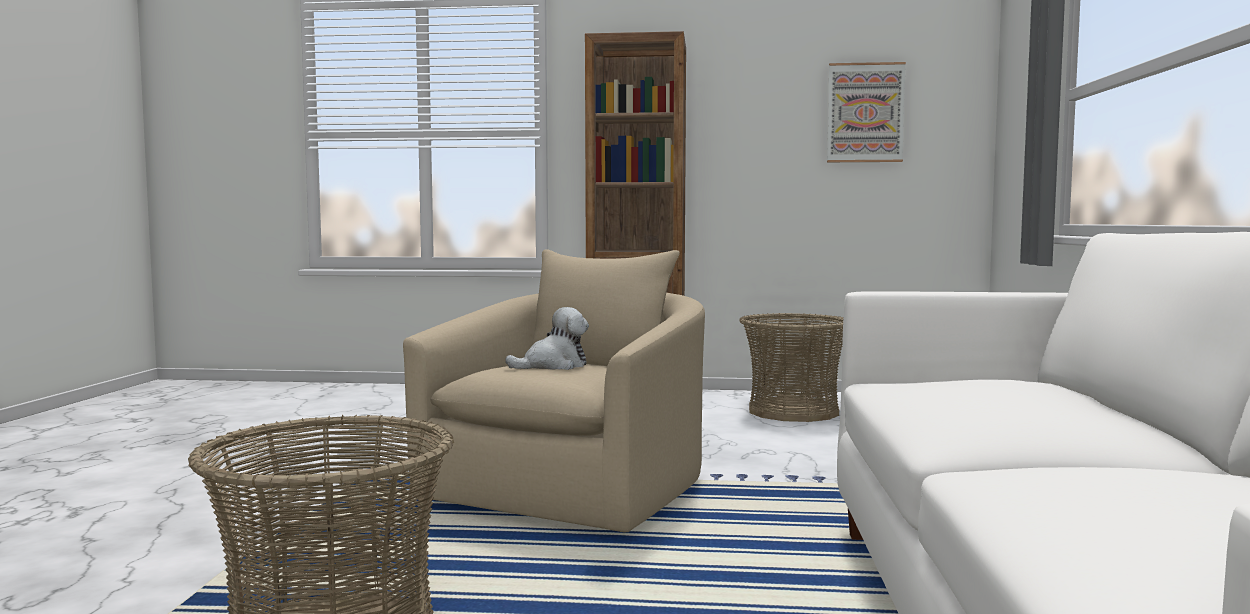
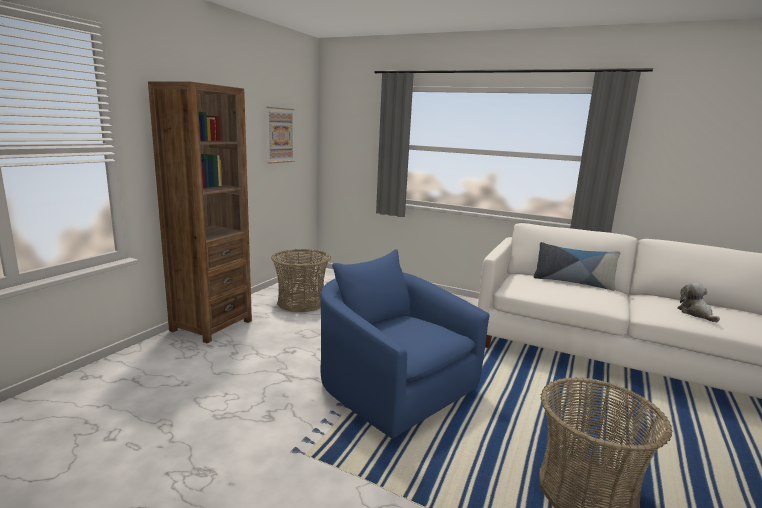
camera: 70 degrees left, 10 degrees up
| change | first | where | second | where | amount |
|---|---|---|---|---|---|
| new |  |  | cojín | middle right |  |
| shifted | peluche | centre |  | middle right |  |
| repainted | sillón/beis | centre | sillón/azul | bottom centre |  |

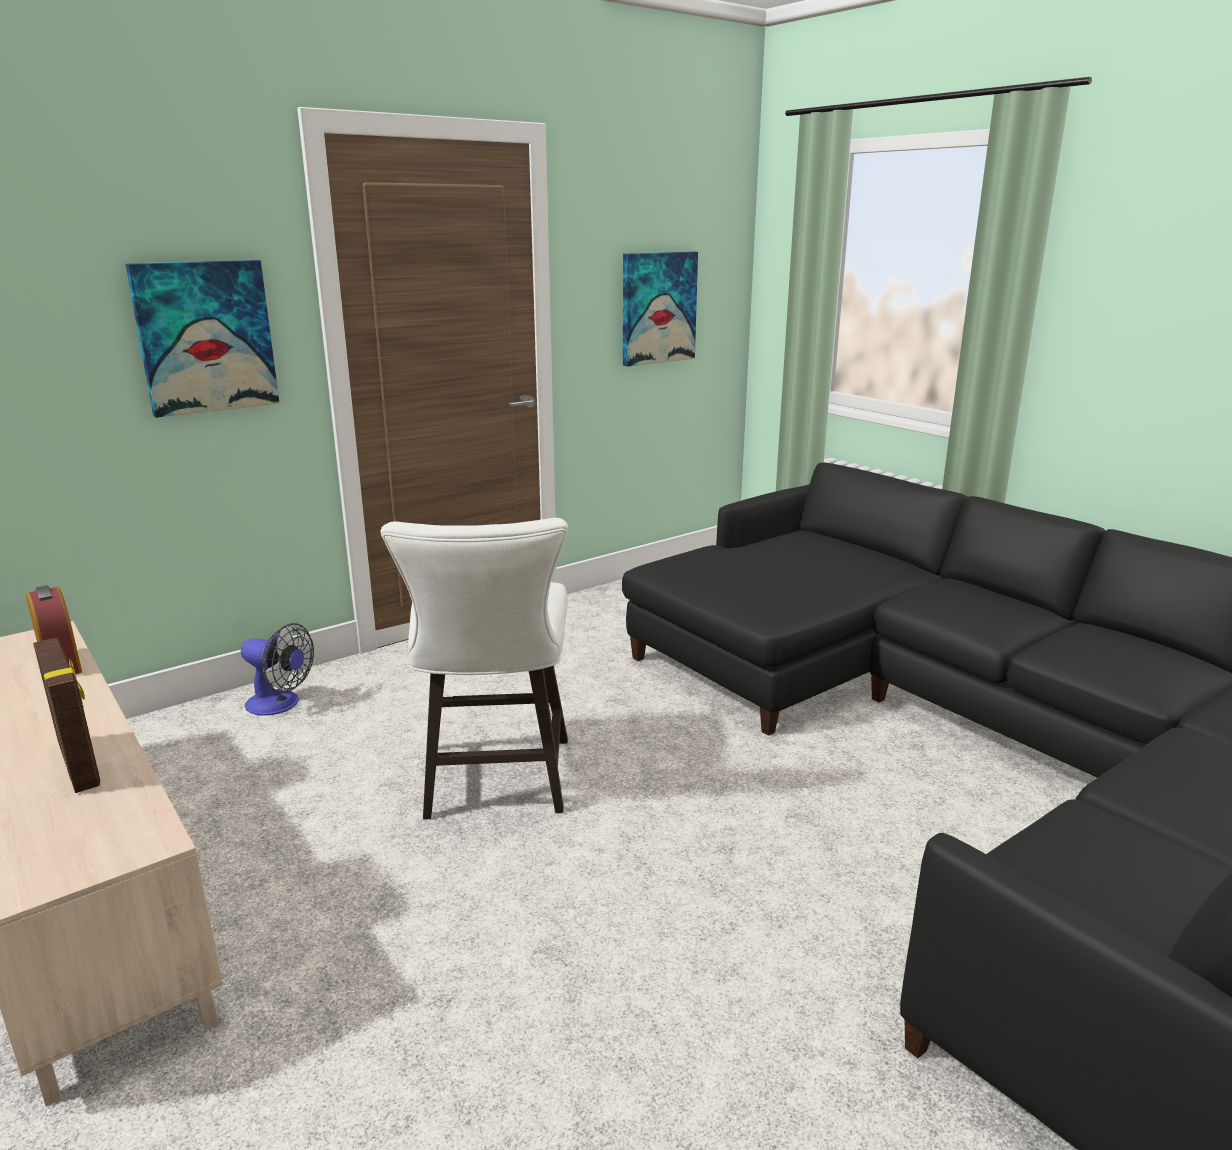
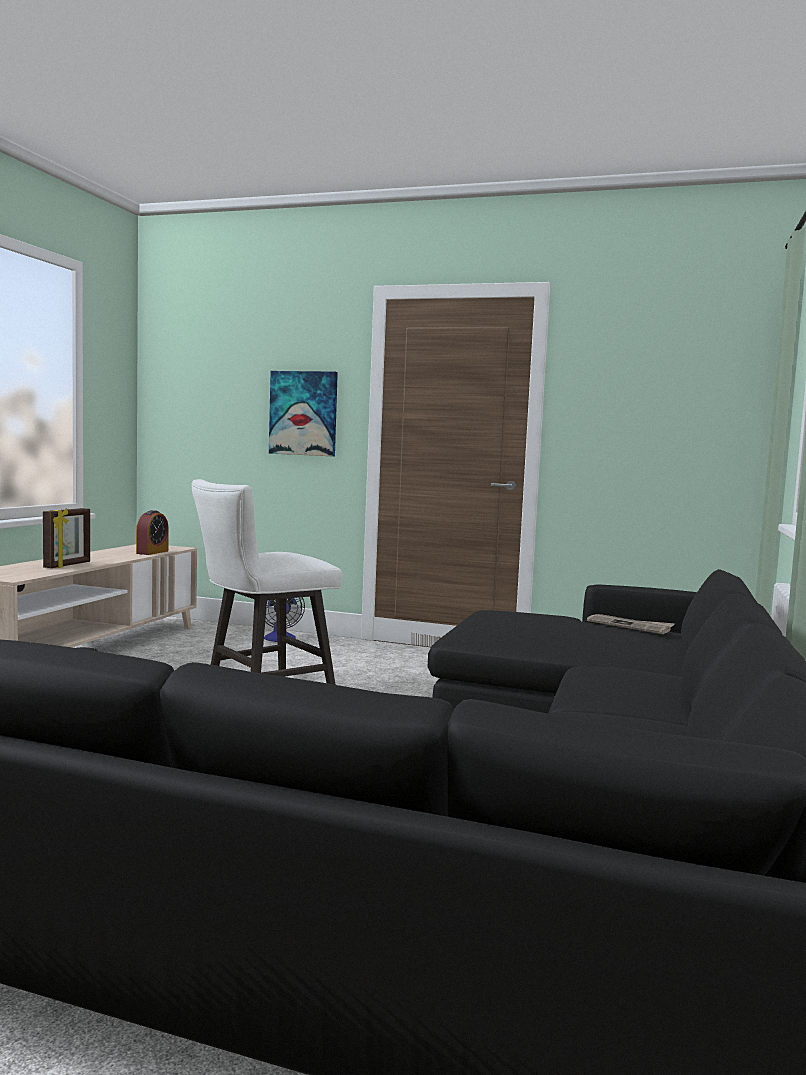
camera: 55 degrees right, 15 degrees down
| change | first | where | second | where | amount |
|---|---|---|---|---|---|
| gone | cuadro (no. 2 from left) | top centre |  |  |  |
| new |  |  | periódico | middle right |  |

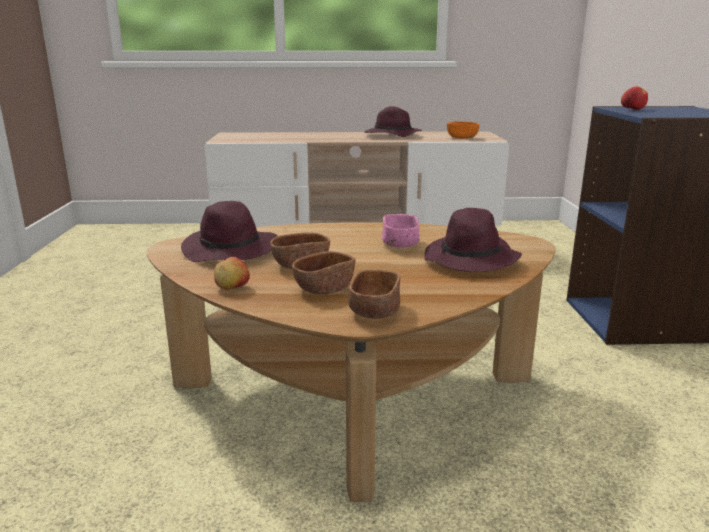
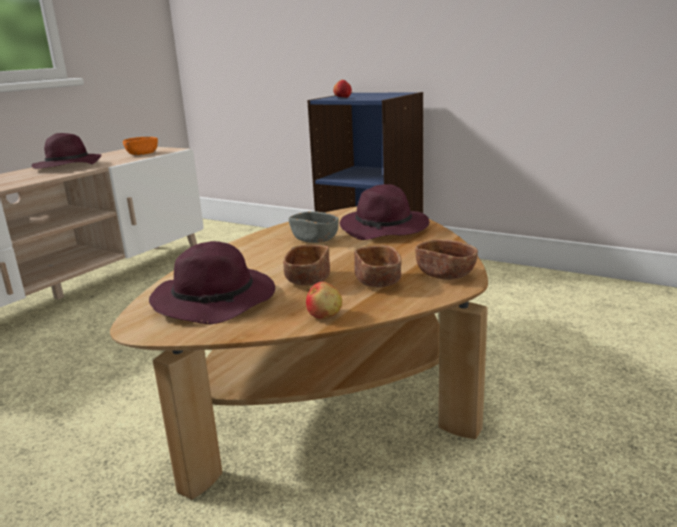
camera: 55 degrees left, 0 degrees up
| change | first | where | second | where | amount |
|---|---|---|---|---|---|
| repainted | cuenco/rosa | centre | cuenco/gris | centre |  |

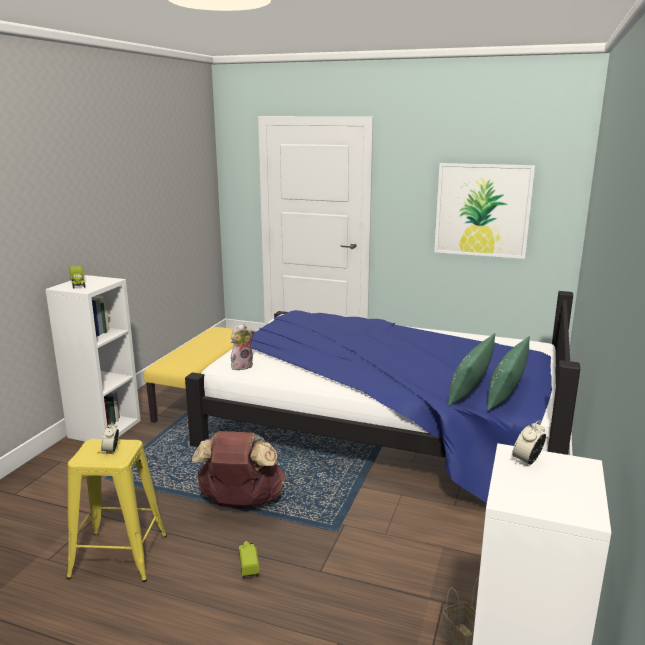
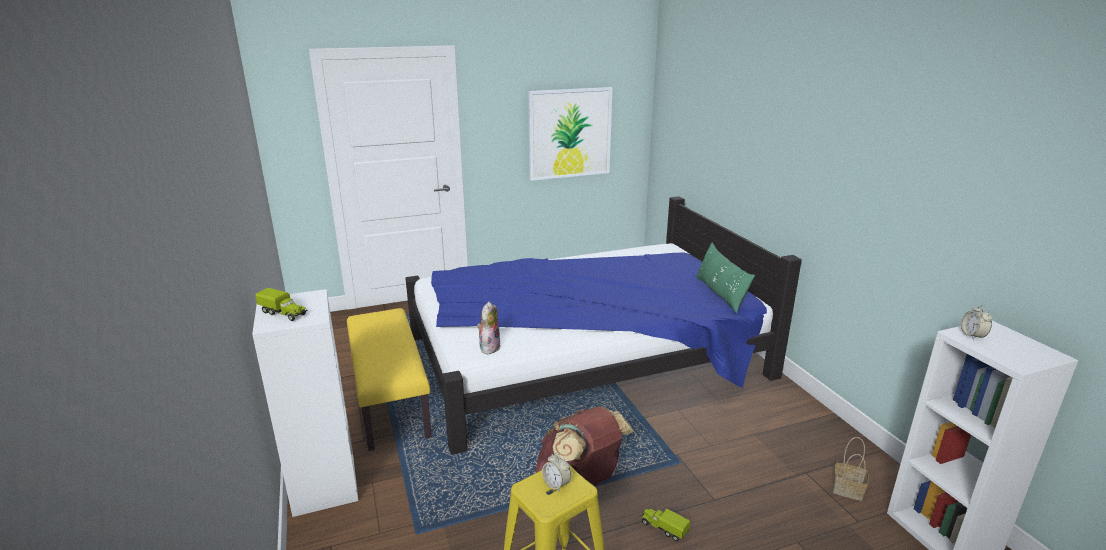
camera: 40 degrees left, 5 degrees up
| change | first | where | second | where | amount |
|---|---|---|---|---|---|
| gone | cojín/verde (no. 1 from left) | middle right |  |  |  |

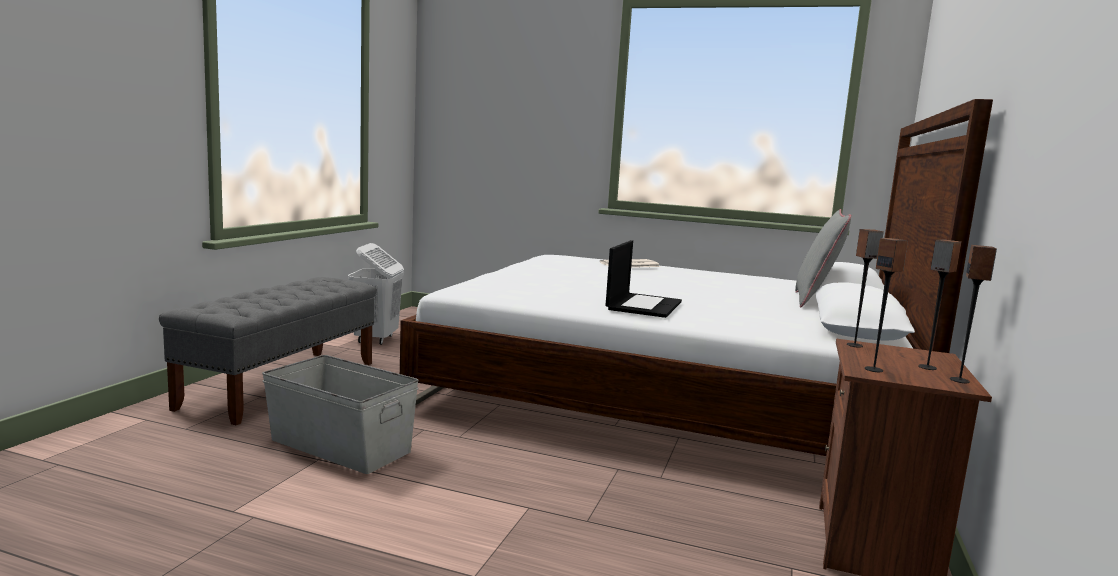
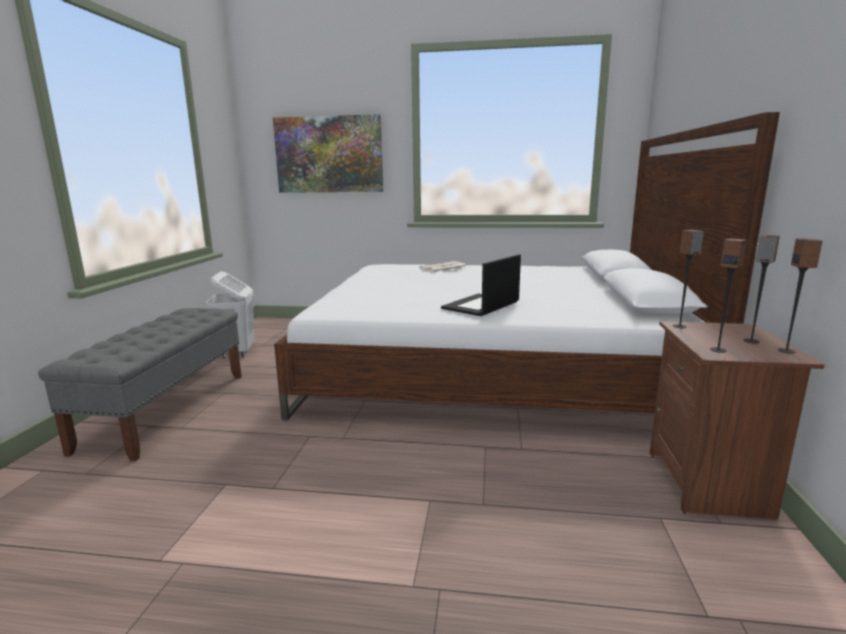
camera: 10 degrees left, 5 degrees up
| change | first | where | second | where | amount |
|---|---|---|---|---|---|
| gone | caja de almacenaje/gris | bottom left |  |  |  |
| gone | cojín/gris | middle right |  |  |  |
| new |  |  | cuadro | top centre |  |
| rotated | portátil | centre |  | centre | 150 degrees counterclockwise |

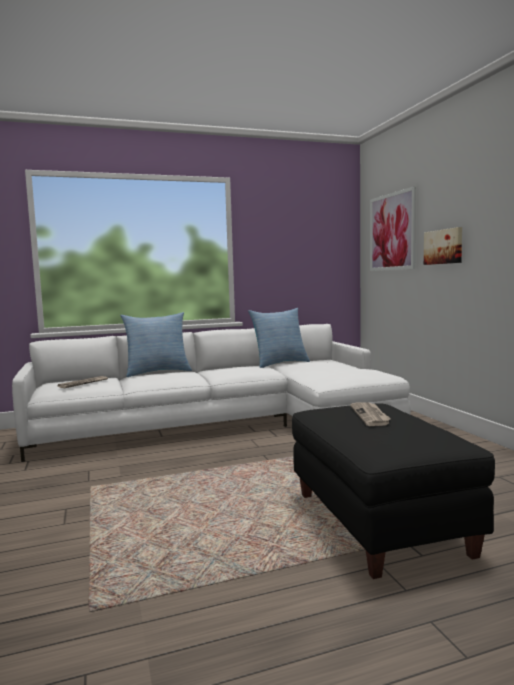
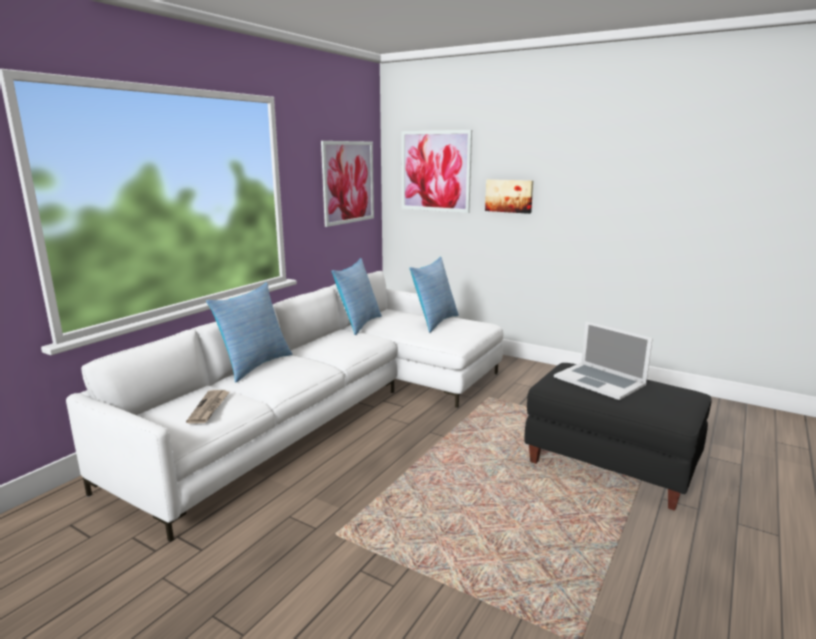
camera: 40 degrees left, 10 degrees up
| change | first | where | second | where | amount |
|---|---|---|---|---|---|
| new |  |  | cuadro (no. 1 from left) | top centre |  |
| new |  |  | cojín (no. 3 from left) | centre |  |
| swapped | periódico (no. 2 from left) | middle right | portátil | middle right |  |

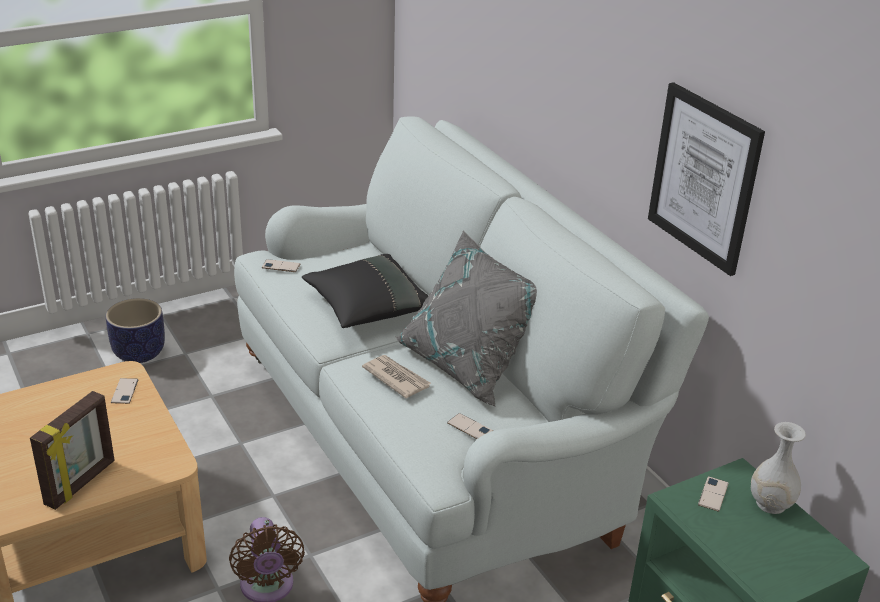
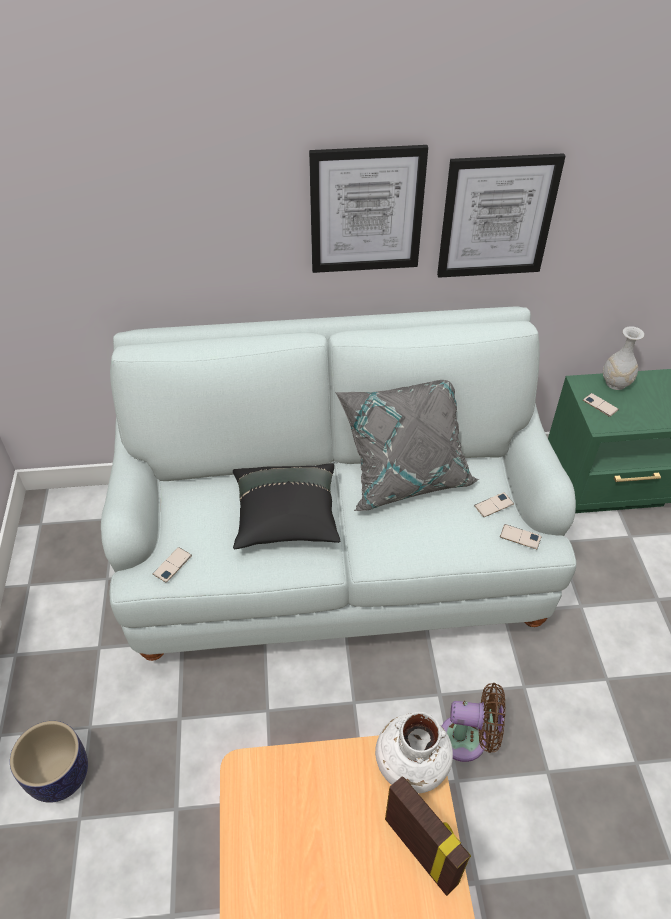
camera: 65 degrees left, 15 degrees up
| change | first | where | second | where | amount |
|---|---|---|---|---|---|
| gone | periódico | centre |  |  |  |
| new |  |  | cuadro (no. 1 from left) | top centre |  |
| new |  |  | florero/blanco (no. 1 from left) | bottom centre |  |
| shifted | móvil (no. 1 from left in the first image) | middle left | móvil (no. 3 from left) | middle right |  |

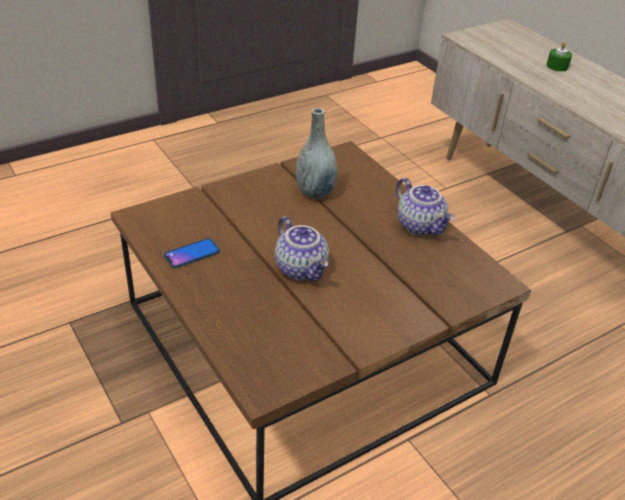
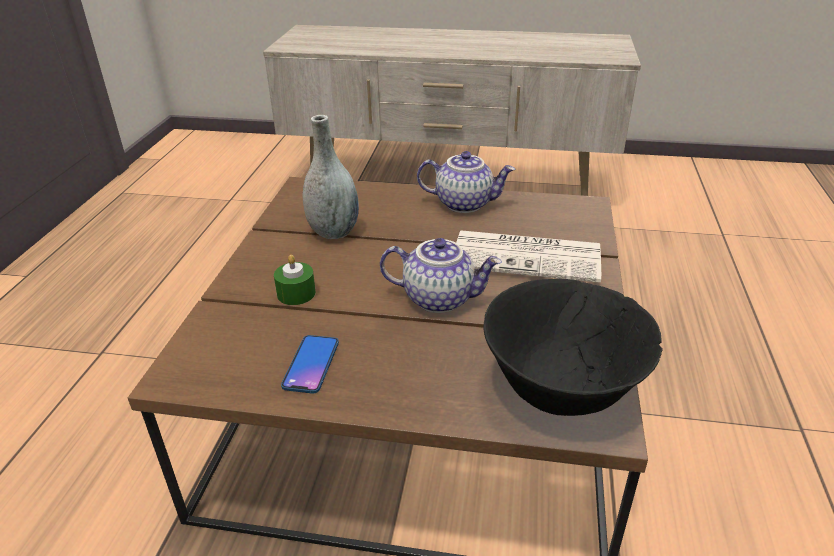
camera: 45 degrees left, 5 degrees down
| change | first | where | second | where | amount |
|---|---|---|---|---|---|
| new |  |  | periódico | centre |  |
| new |  |  | cuenco/negro | middle right |  |
| shifted | vela/verde | top right |  | centre |  |

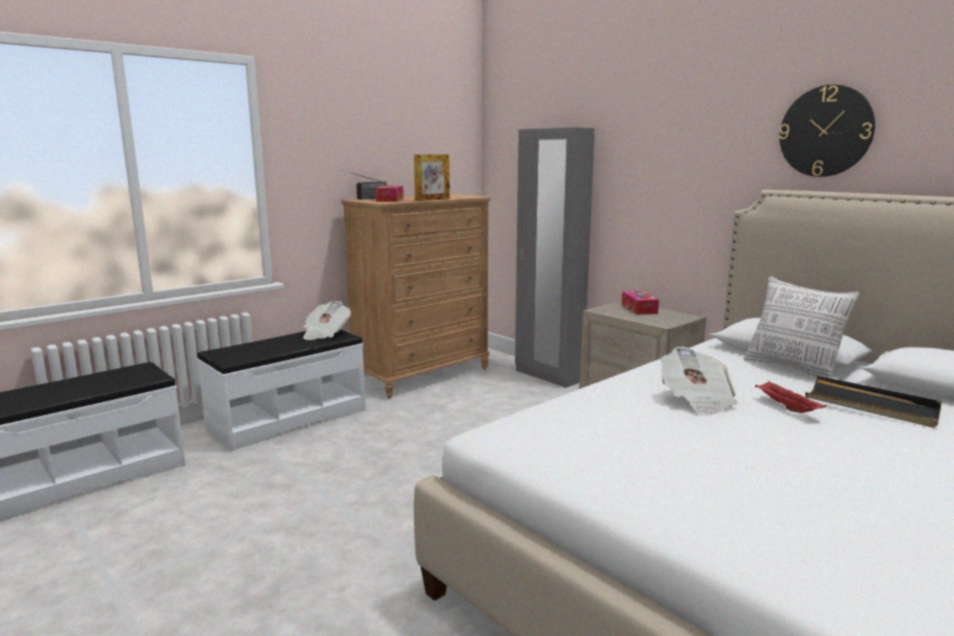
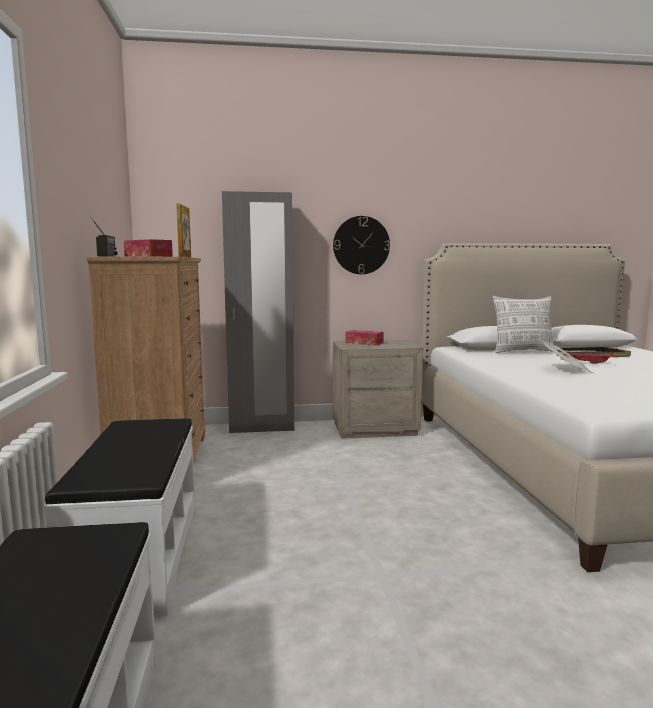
camera: 55 degrees left, 5 degrees down
| change | first | where | second | where | amount |
|---|---|---|---|---|---|
| gone | periódico (no. 1 from left) | centre |  |  |  |
| shifted | reloj de pared | top right |  | centre |  |

